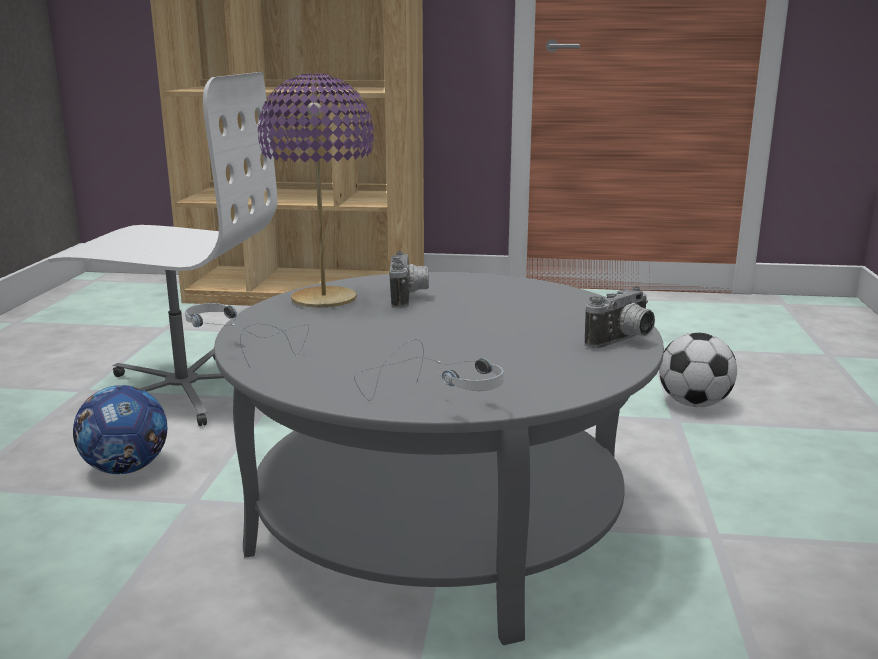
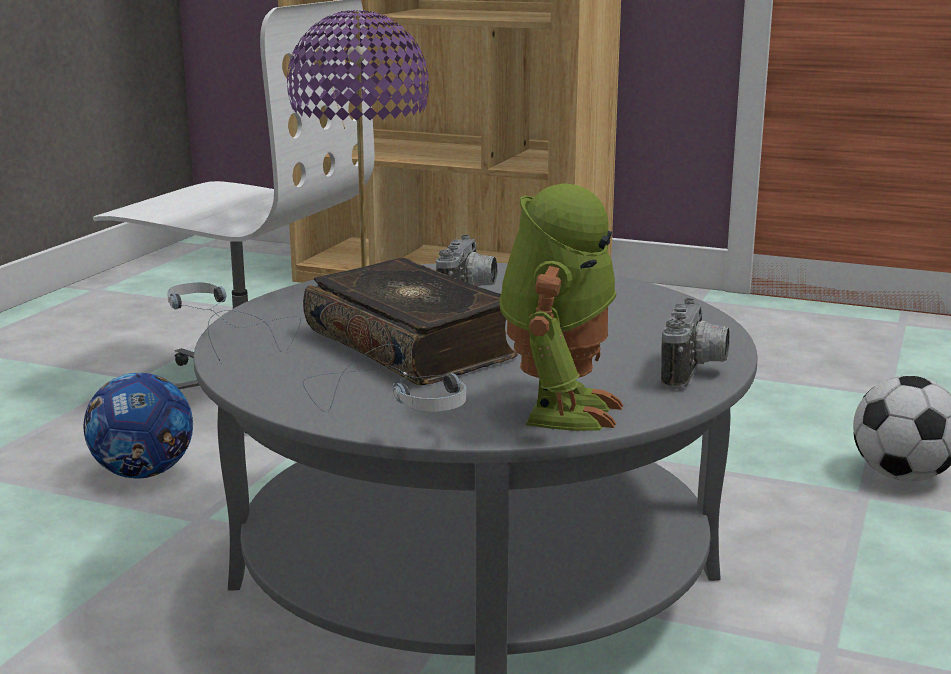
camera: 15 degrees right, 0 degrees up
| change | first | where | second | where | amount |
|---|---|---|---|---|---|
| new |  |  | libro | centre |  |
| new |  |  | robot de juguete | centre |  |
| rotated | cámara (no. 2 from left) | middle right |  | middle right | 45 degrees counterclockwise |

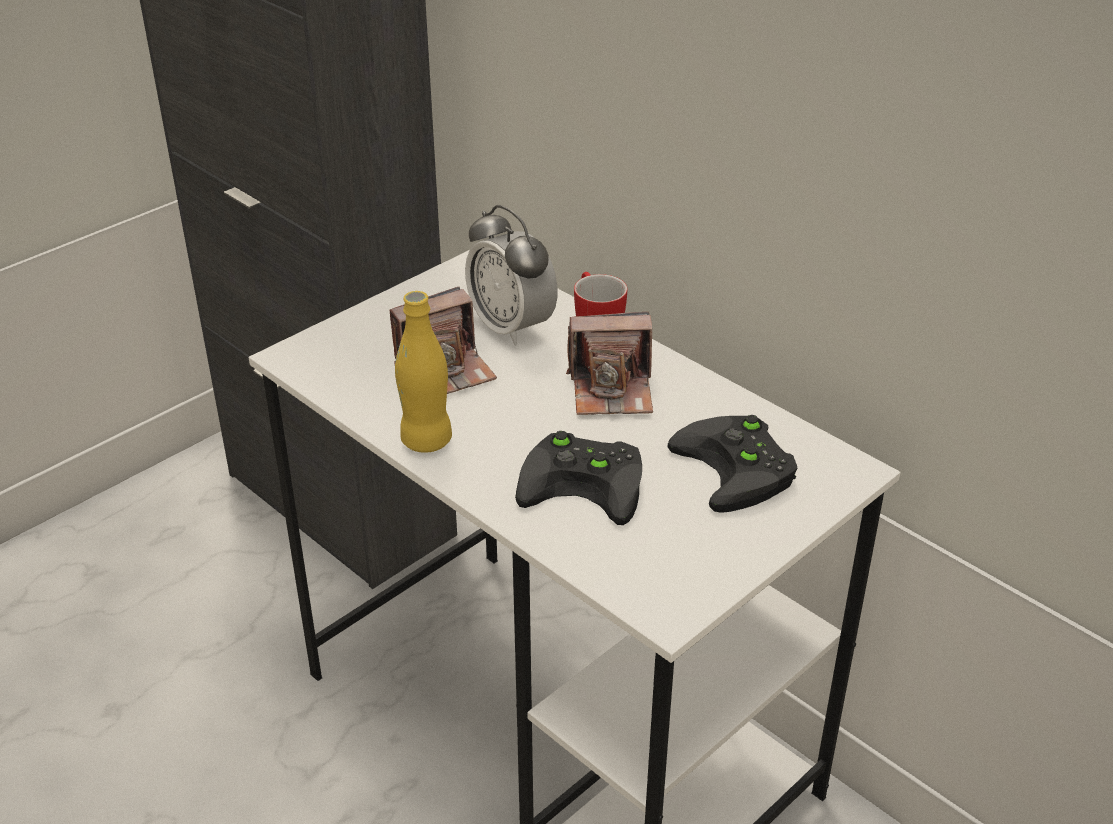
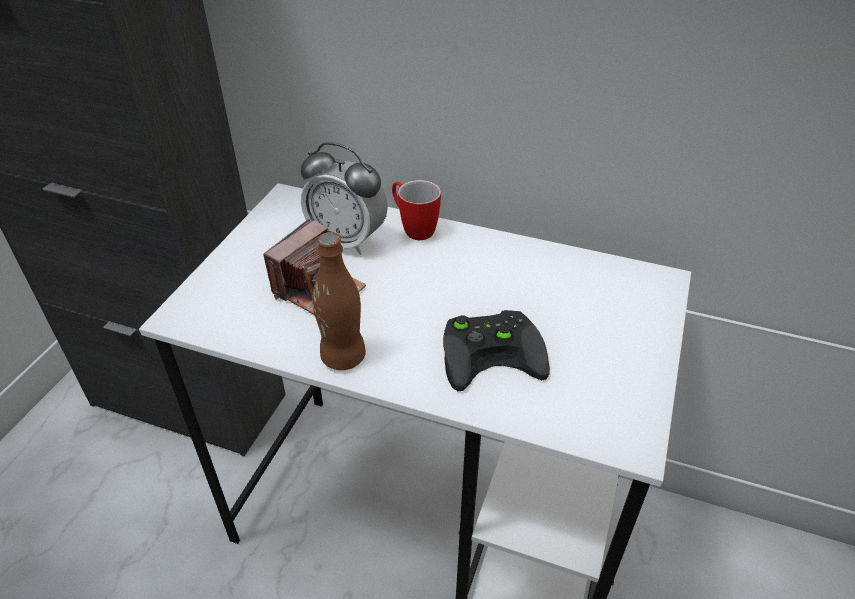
camera: 25 degrees left, 5 degrees up
| change | first | where | second | where | amount |
|---|---|---|---|---|---|
| gone | cámara (no. 2 from left) | centre |  |  |  |
| gone | mando de consola/negro (no. 2 from left) | centre |  |  |  |
| repainted | botella/amarillo | centre | botella/marrón | centre |  |

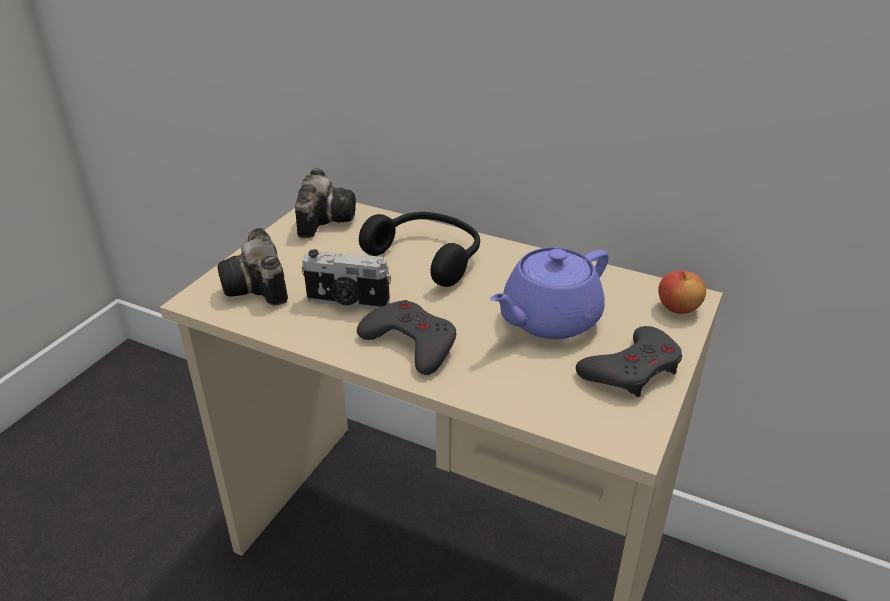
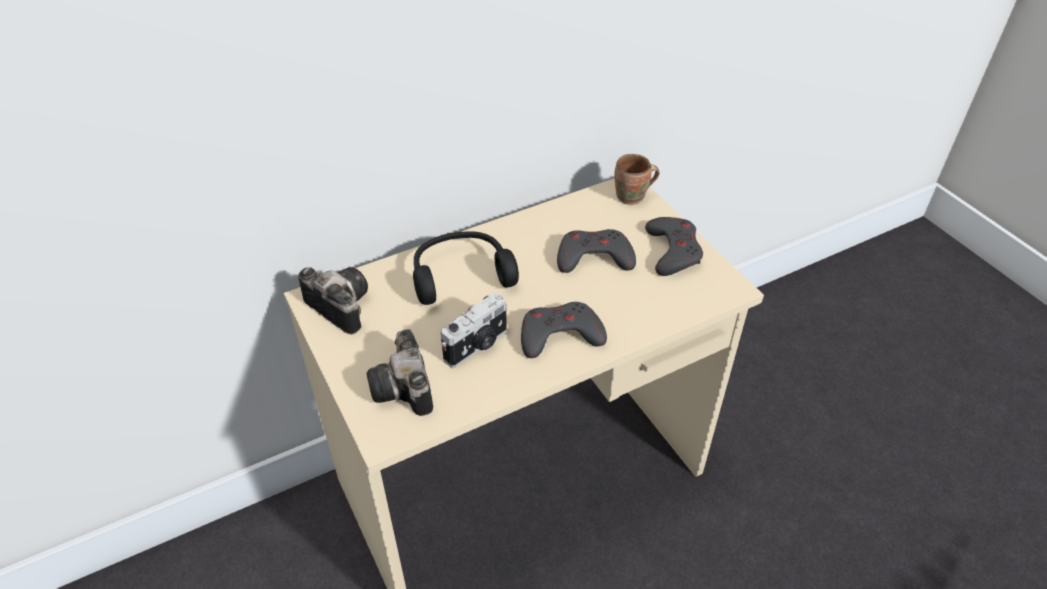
camera: 55 degrees left, 10 degrees up
| change | first | where | second | where | amount |
|---|---|---|---|---|---|
| swapped | tetera/morado | centre | mando de consola/gris (no. 2 from left) | centre |  |
| swapped | manzana | middle right | taza grande/marrón | top centre |  |
| rotated | cámara (no. 1 from left in the first image) | middle left | cámara (no. 2 from left) | centre | 60 degrees clockwise |

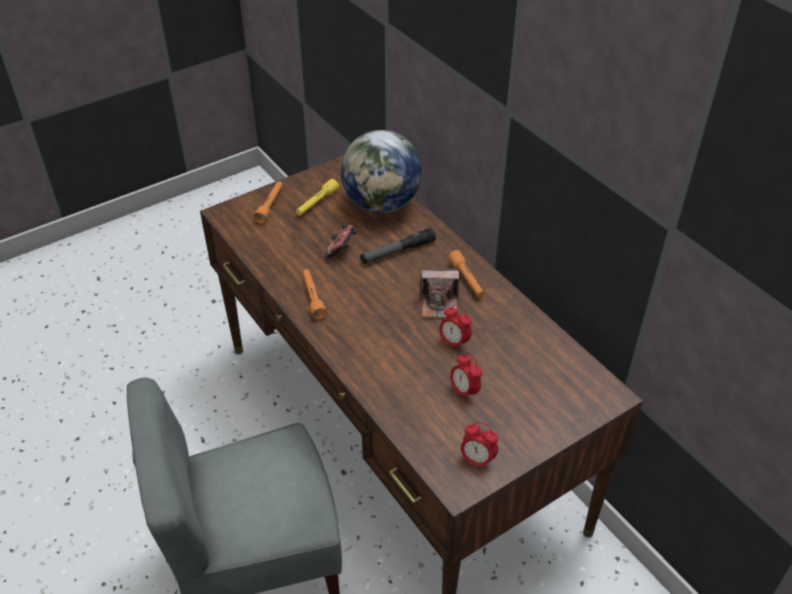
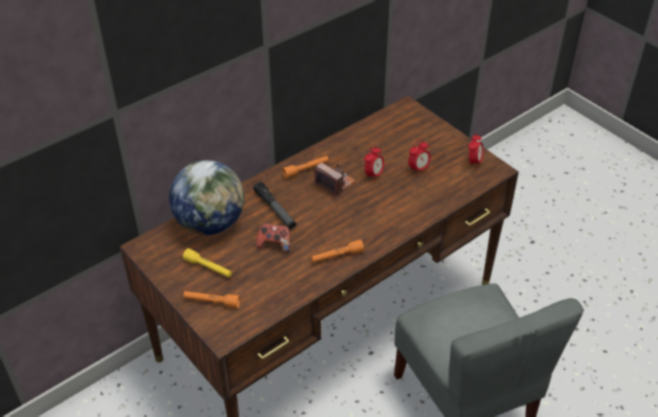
camera: 95 degrees left, 0 degrees up
| change | first | where | second | where | amount |
|---|---|---|---|---|---|
| rotated | cámara | centre |  | centre | 45 degrees counterclockwise |

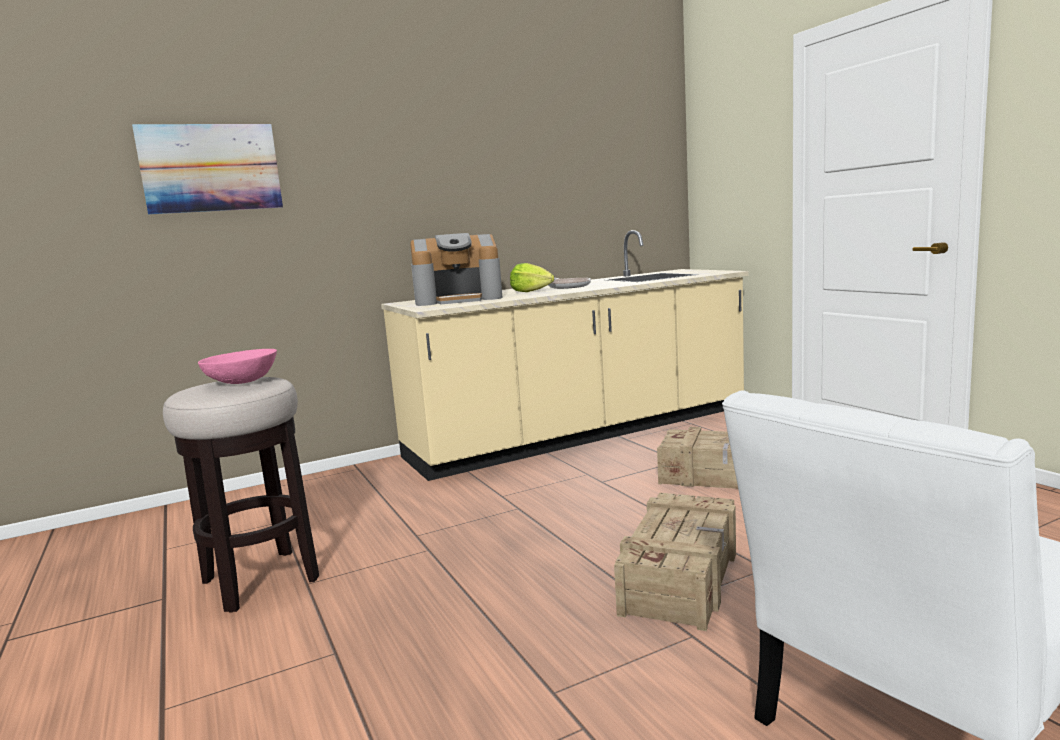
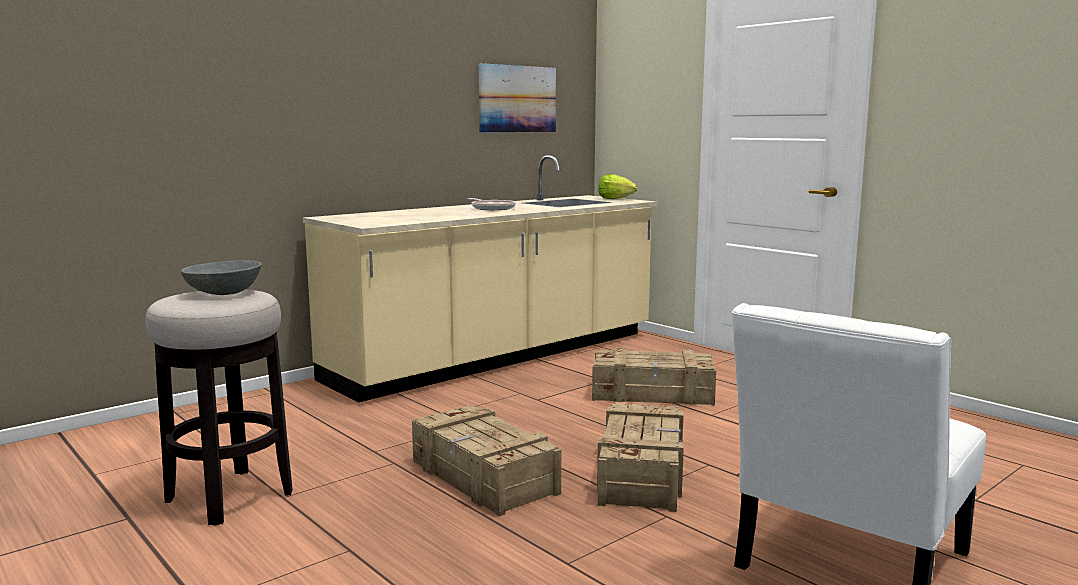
camera: 15 degrees left, 0 degrees up
| change | first | where | second | where | amount |
|---|---|---|---|---|---|
| gone | cafetera | centre |  |  |  |
| new |  |  | caja de embalaje (no. 1 from left) | bottom centre |  |
| shifted | cuadro | top left |  | top centre |  |
| shifted | lechuga | centre |  | top centre |  |
| repainted | cuenco/rosa | middle left | cuenco/gris | middle left |  |

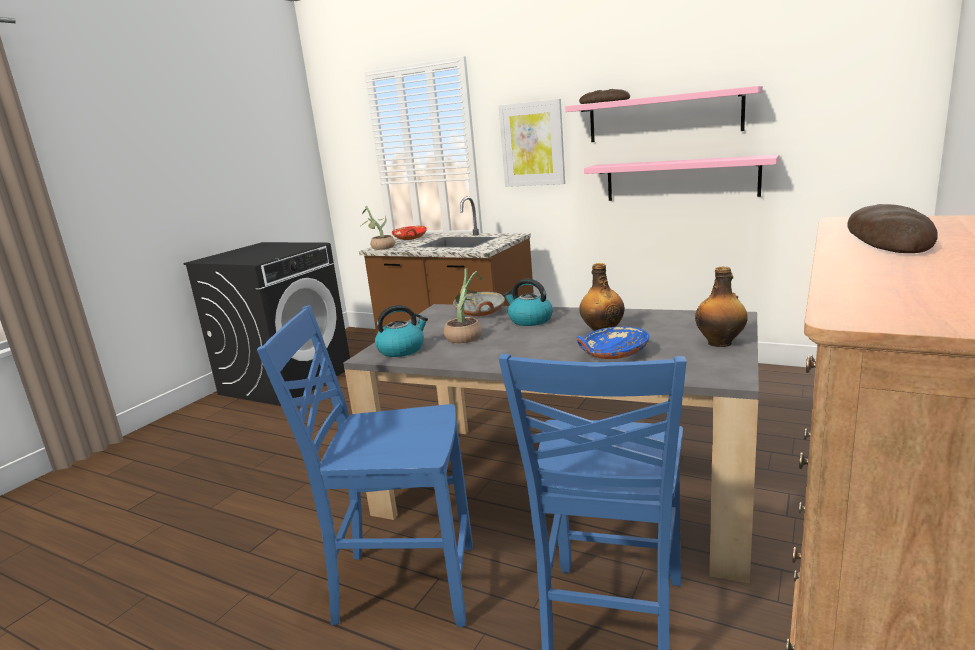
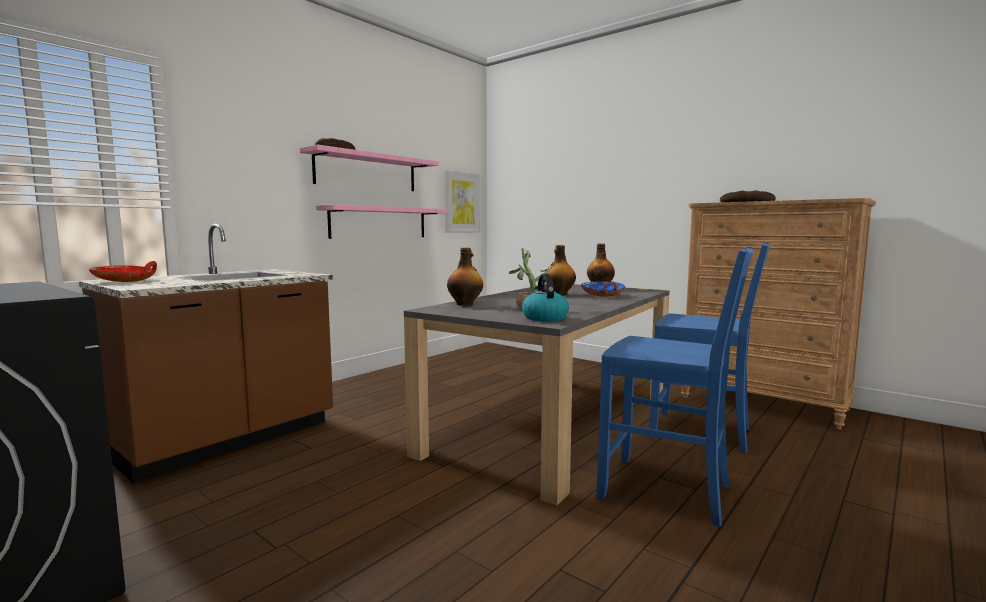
camera: 80 degrees left, 10 degrees down
| change | first | where | second | where | amount |
|---|---|---|---|---|---|
| gone | planta en maceta (no. 1 from left) | centre |  |  |  |
| gone | hervidor (no. 2 from left) | centre |  |  |  |
| shifted | cuadro | top centre |  | centre |  |
| swapped | cuenco/gris | centre | botella (no. 1 from left) | centre |  |
| rotated | silla/azul (no. 1 from left) | bottom centre |  | middle right | 75 degrees counterclockwise |

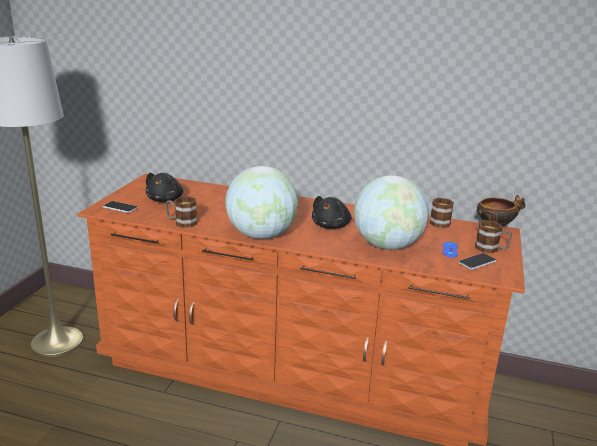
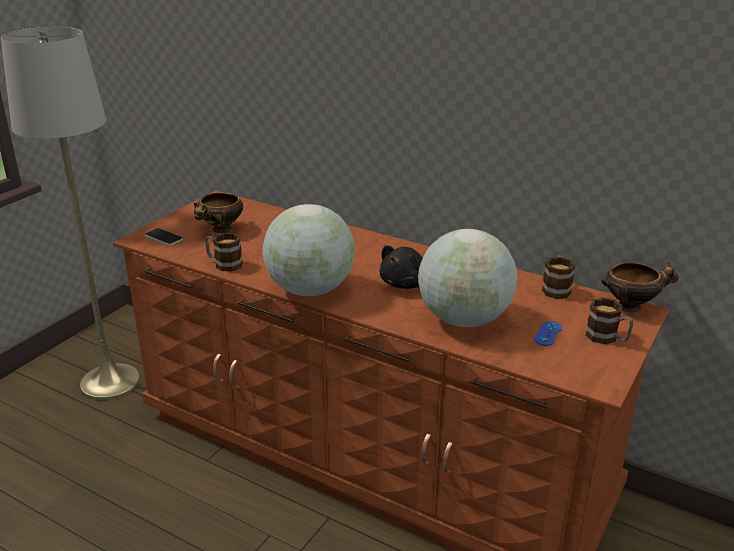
camera: 15 degrees right, 5 degrees up
| change | first | where | second | where | amount |
|---|---|---|---|---|---|
| gone | móvil (no. 2 from left) | middle right |  |  |  |
| swapped | peluche/negro (no. 1 from left) | middle left | cuenco (no. 1 from left) | middle left |  |

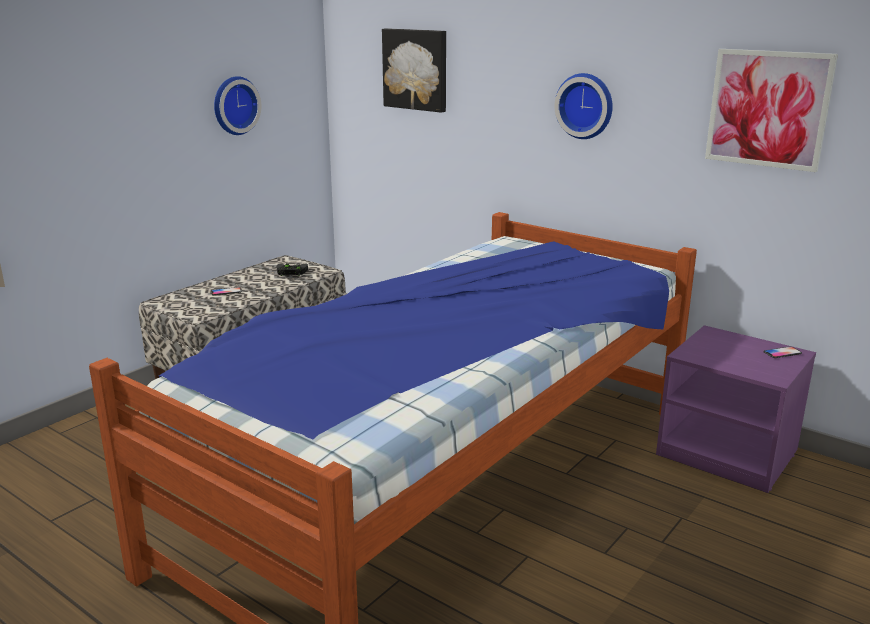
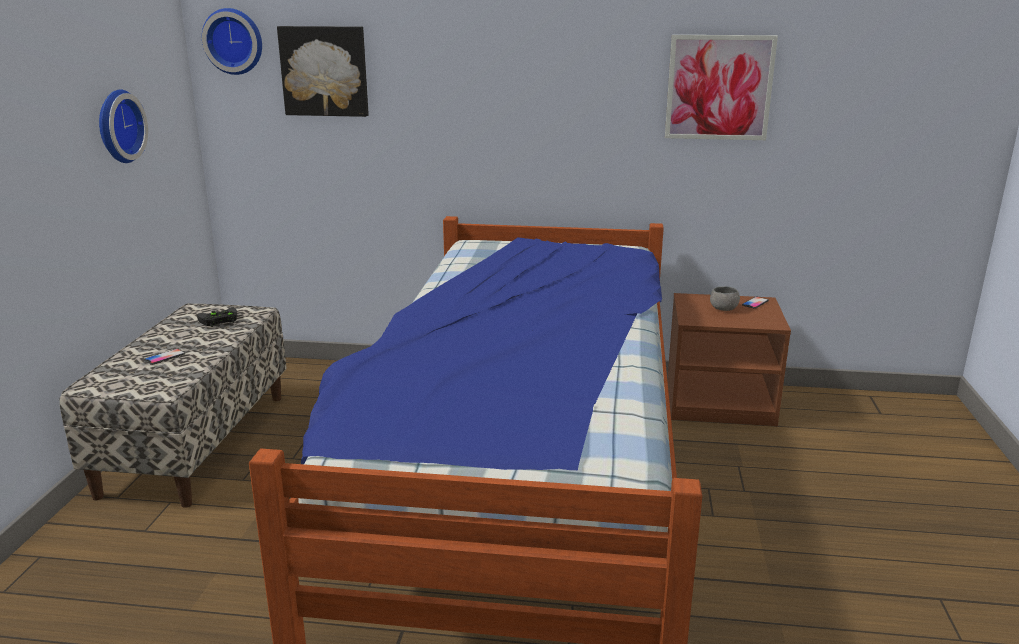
camera: 30 degrees left, 0 degrees up
| change | first | where | second | where | amount |
|---|---|---|---|---|---|
| new |  |  | cuenco/gris | middle right |  |
| shifted | reloj de pared (no. 2 from left) | top right |  | top left |  |
| repainted | mesita de noche/morado | middle right | mesita de noche/marrón | middle right |  |

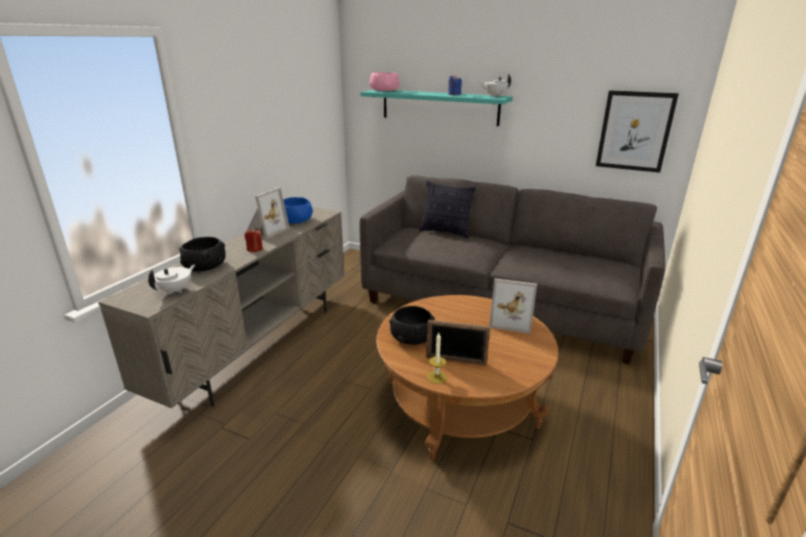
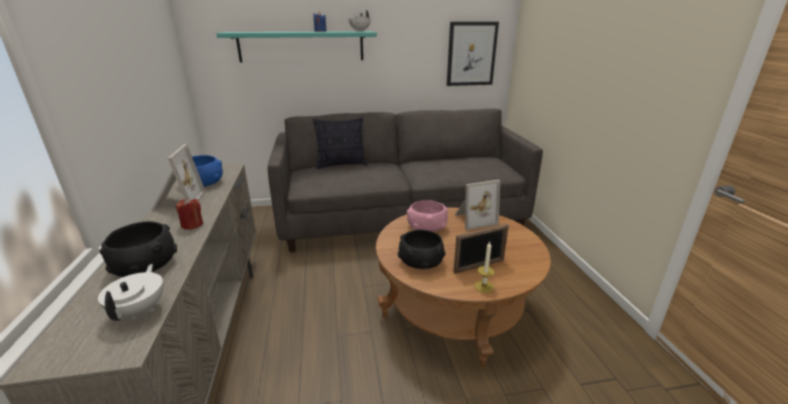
camera: 35 degrees left, 0 degrees up
| change | first | where | second | where | amount |
|---|---|---|---|---|---|
| shifted | cuenco/rosa | top centre |  | centre |  |

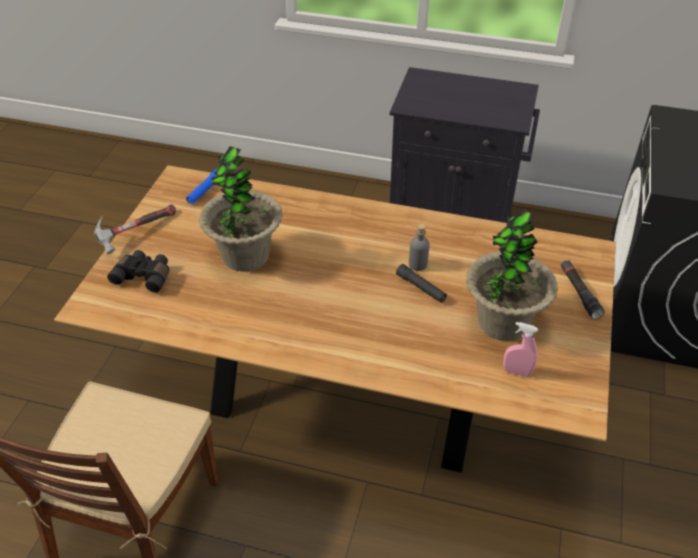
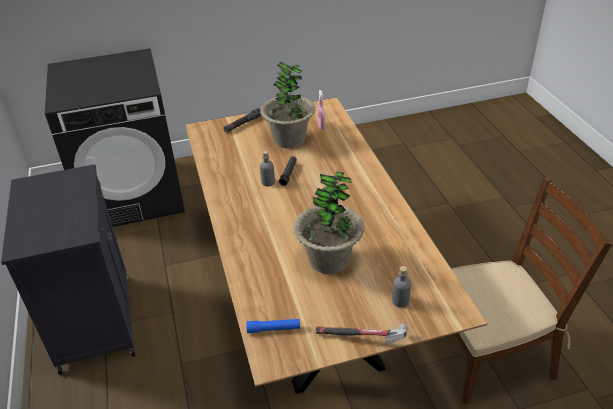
camera: 120 degrees left, 5 degrees down
| change | first | where | second | where | amount |
|---|---|---|---|---|---|
| swapped | prismáticos/negro | middle left | botella/gris (no. 2 from left) | bottom centre |  |

